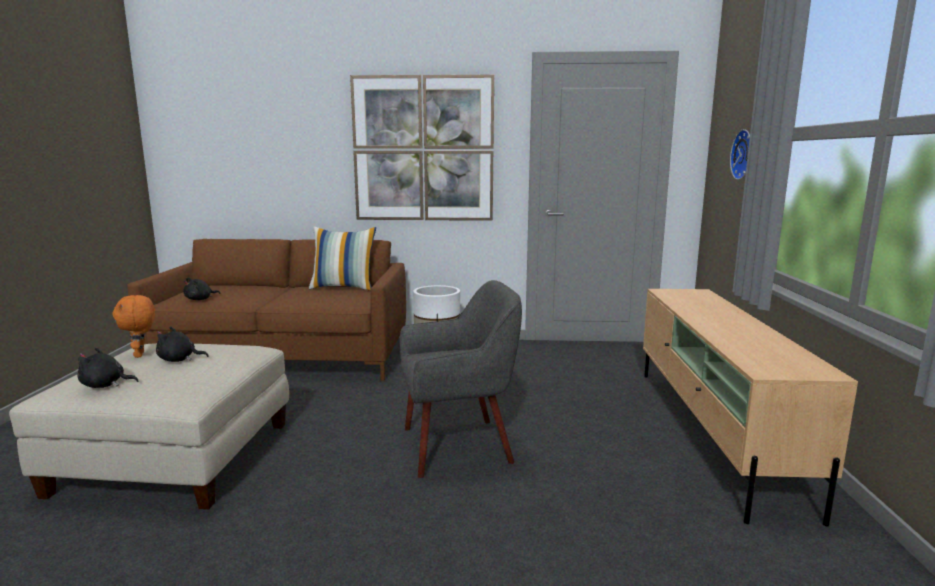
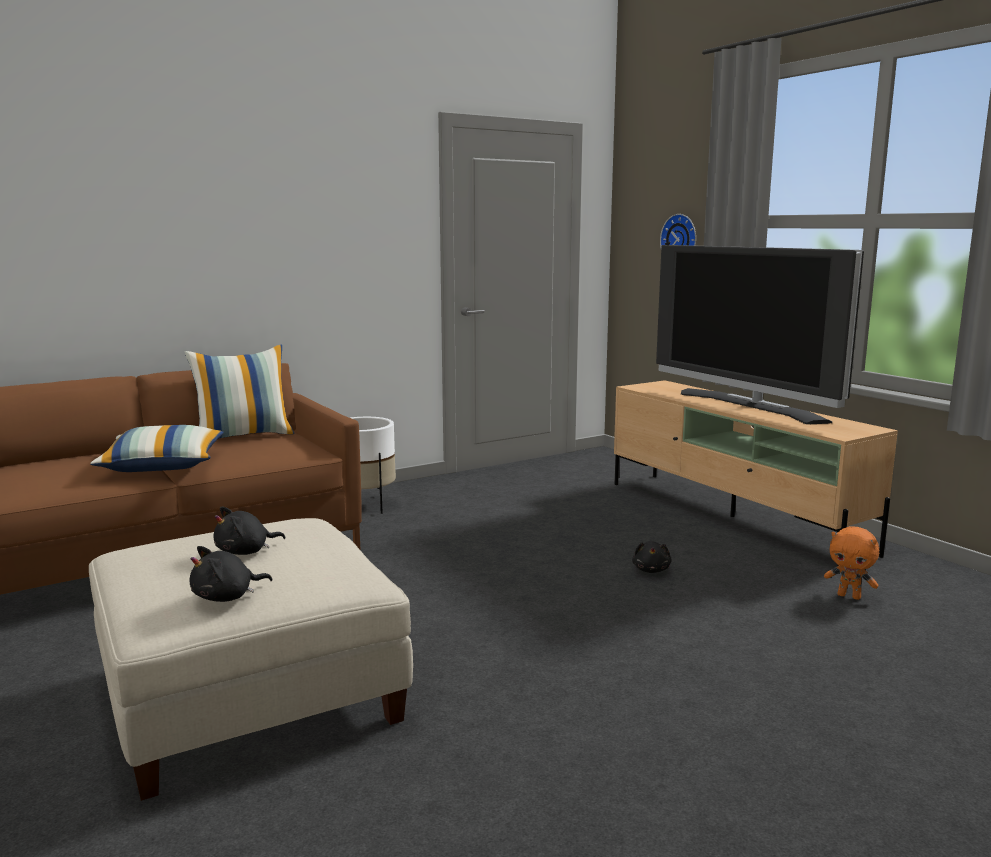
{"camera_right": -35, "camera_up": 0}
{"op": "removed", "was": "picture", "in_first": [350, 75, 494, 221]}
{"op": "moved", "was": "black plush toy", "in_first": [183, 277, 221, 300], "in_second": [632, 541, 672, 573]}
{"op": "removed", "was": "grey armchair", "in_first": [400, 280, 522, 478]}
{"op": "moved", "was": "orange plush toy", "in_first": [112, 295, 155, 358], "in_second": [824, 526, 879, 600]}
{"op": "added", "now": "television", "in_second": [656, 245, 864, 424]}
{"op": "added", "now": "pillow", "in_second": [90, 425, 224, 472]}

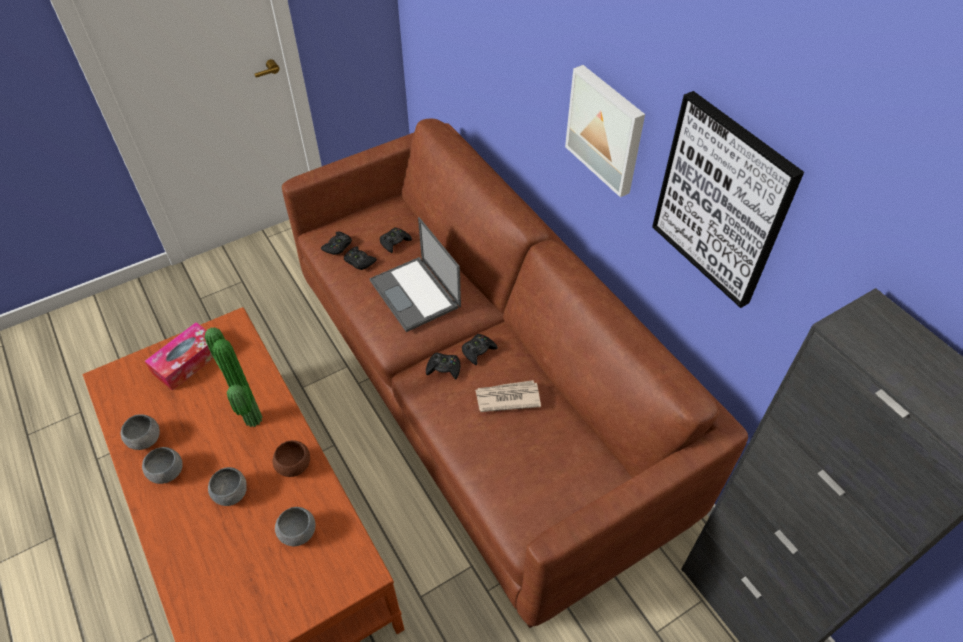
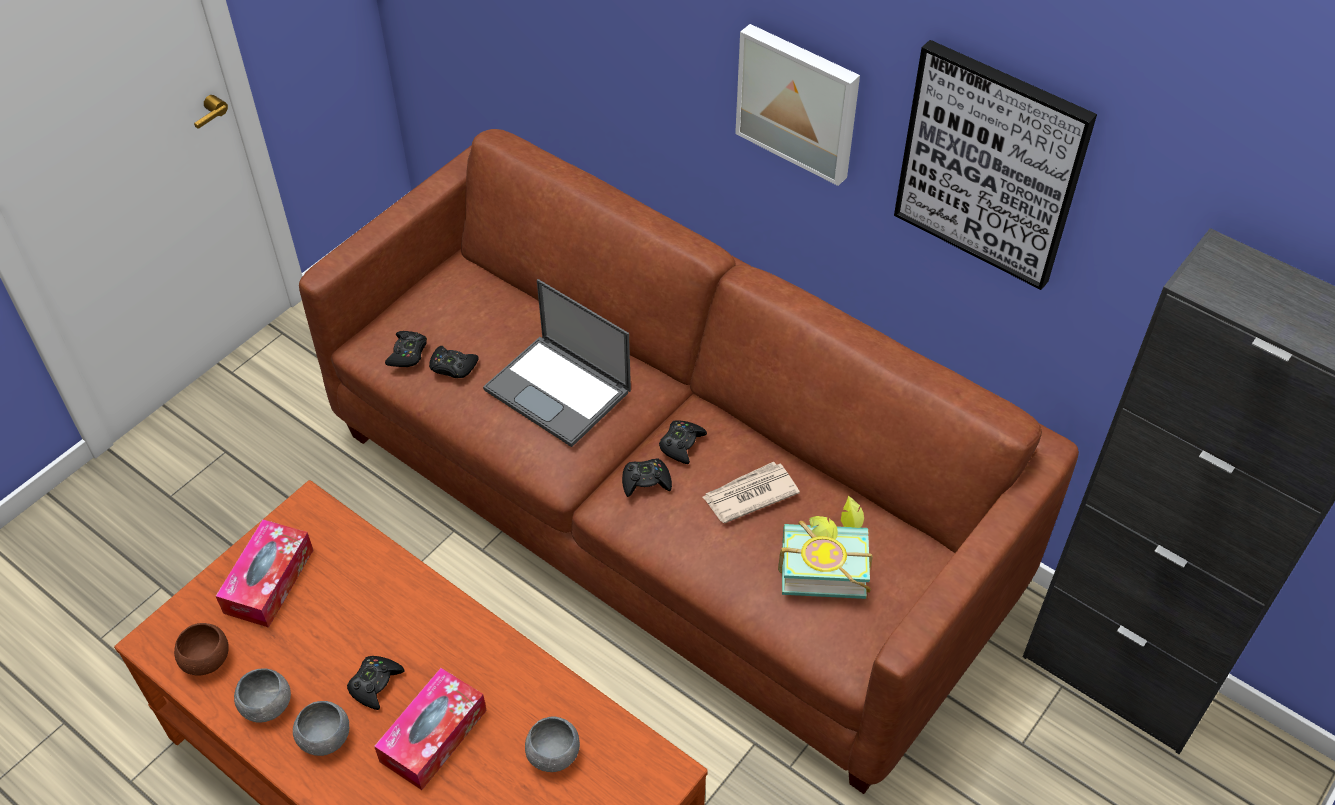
{"camera_right": -20, "camera_up": 0}
{"op": "moved", "was": "black game controller", "in_first": [380, 227, 412, 253], "in_second": [347, 656, 404, 710]}
{"op": "removed", "was": "potted plant", "in_first": [204, 327, 263, 427]}
{"op": "moved", "was": "brown bowl", "in_first": [273, 440, 310, 477], "in_second": [174, 623, 229, 676]}
{"op": "replaced", "was": "grey bowl", "now": "tissue box", "in_first": [208, 467, 247, 506], "in_second": [374, 668, 487, 790]}
{"op": "added", "now": "book", "in_second": [778, 496, 873, 599]}

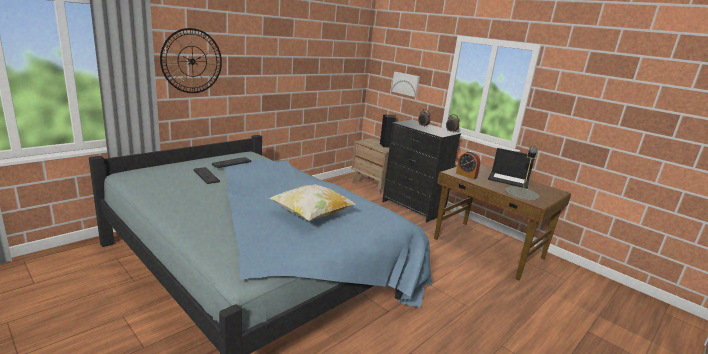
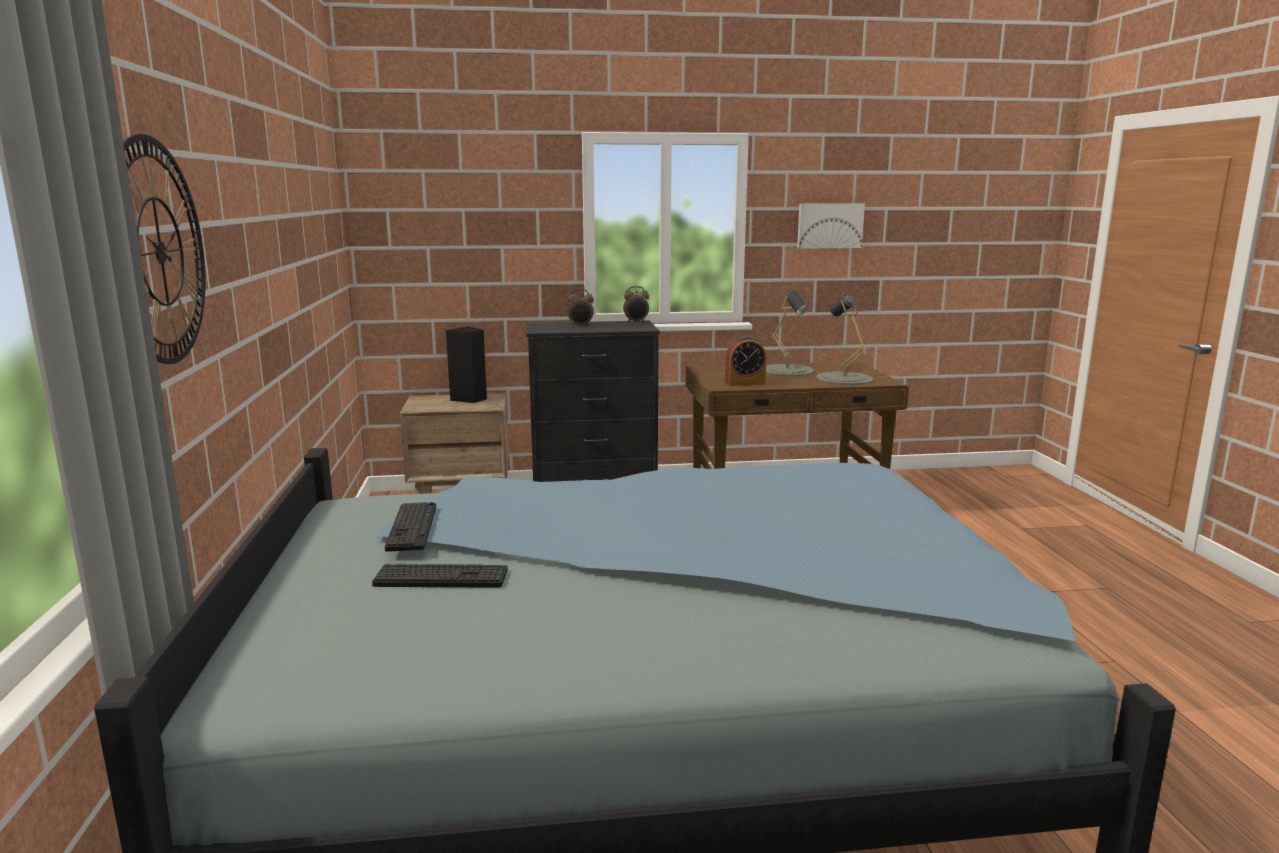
{"camera_right": -50, "camera_up": -5}
{"op": "moved", "was": "picture", "in_first": [392, 72, 420, 97], "in_second": [797, 204, 865, 249]}
{"op": "replaced", "was": "laptop", "now": "grey table lamp", "in_first": [488, 148, 535, 189], "in_second": [766, 291, 815, 376]}
{"op": "removed", "was": "pillow", "in_first": [269, 184, 356, 221]}

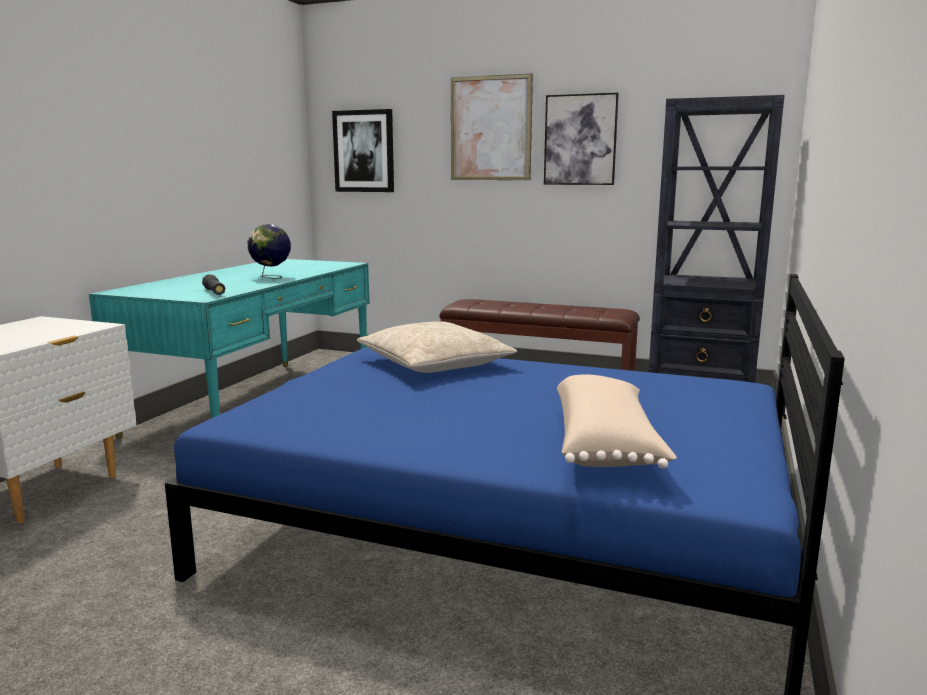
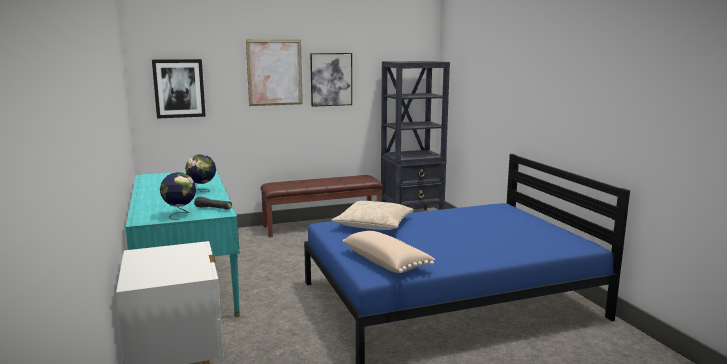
{"camera_right": -40, "camera_up": 0}
{"op": "moved", "was": "beige pillow", "in_first": [557, 374, 677, 469], "in_second": [343, 231, 435, 273]}
{"op": "added", "now": "globe", "in_second": [160, 172, 196, 219]}

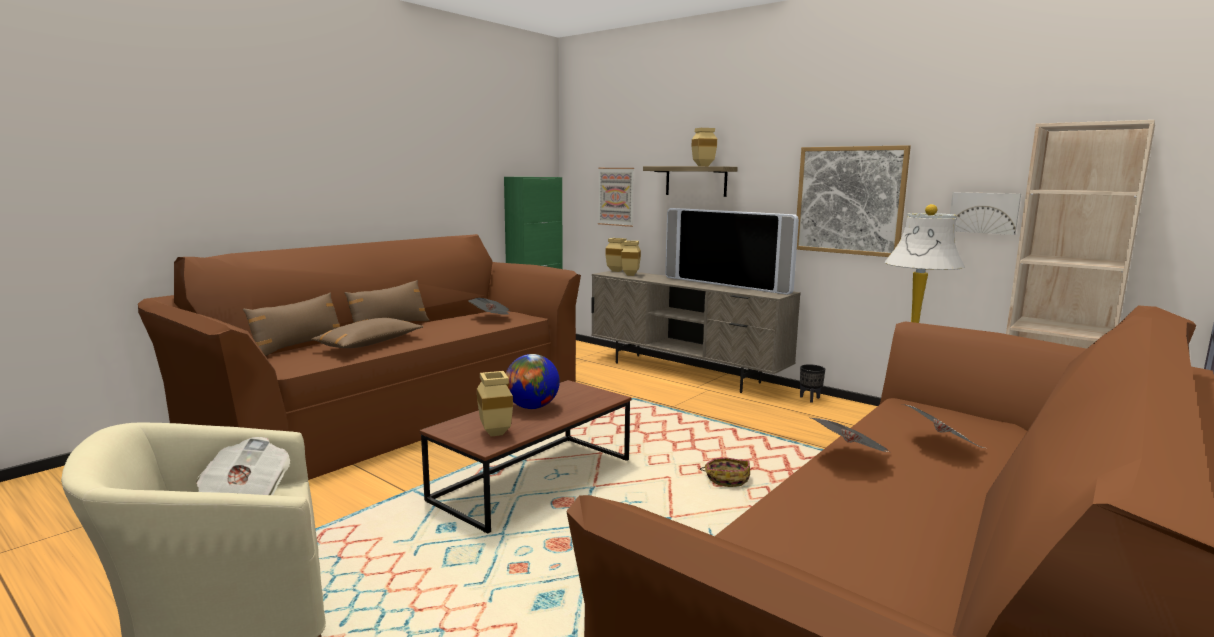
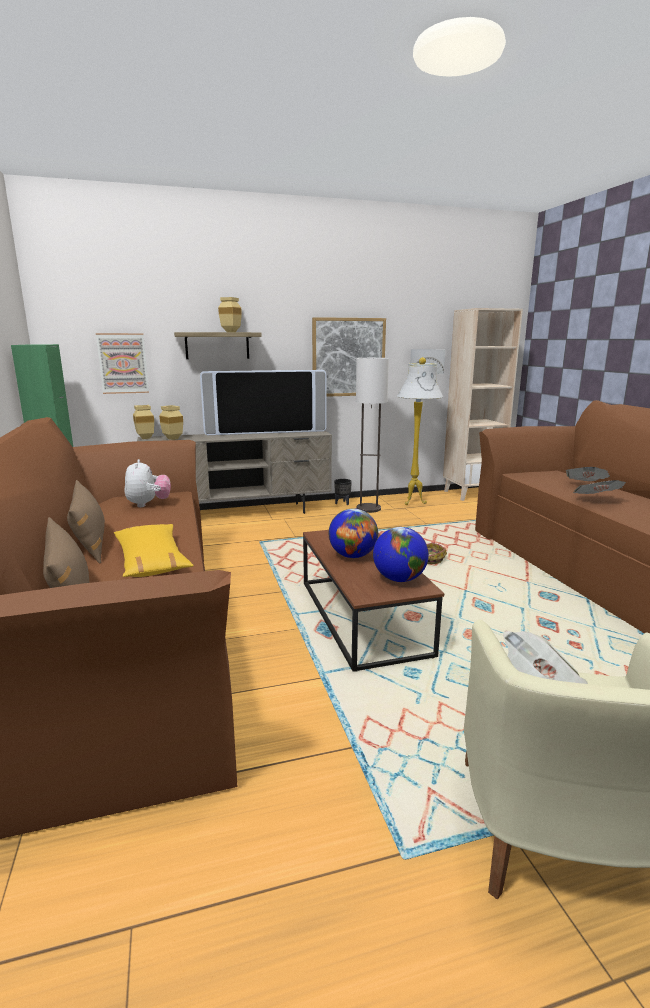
{"camera_right": -55, "camera_up": 5}
{"op": "replaced", "was": "newspaper", "now": "plush toy", "in_first": [468, 298, 510, 315], "in_second": [125, 459, 171, 507]}
{"op": "recoloured", "was": "brown pillow", "now": "yellow pillow", "in_first": [312, 318, 423, 348], "in_second": [114, 524, 193, 577]}
{"op": "replaced", "was": "beige vase", "now": "globe", "in_first": [477, 371, 513, 436], "in_second": [373, 527, 429, 582]}
{"op": "added", "now": "floor lamp", "in_second": [356, 358, 389, 513]}

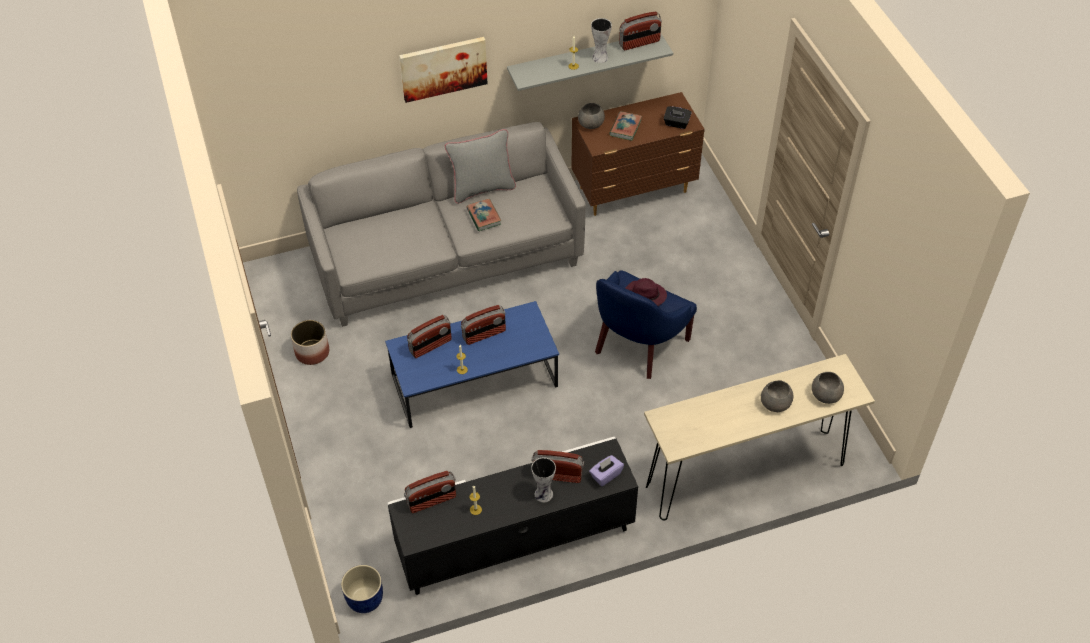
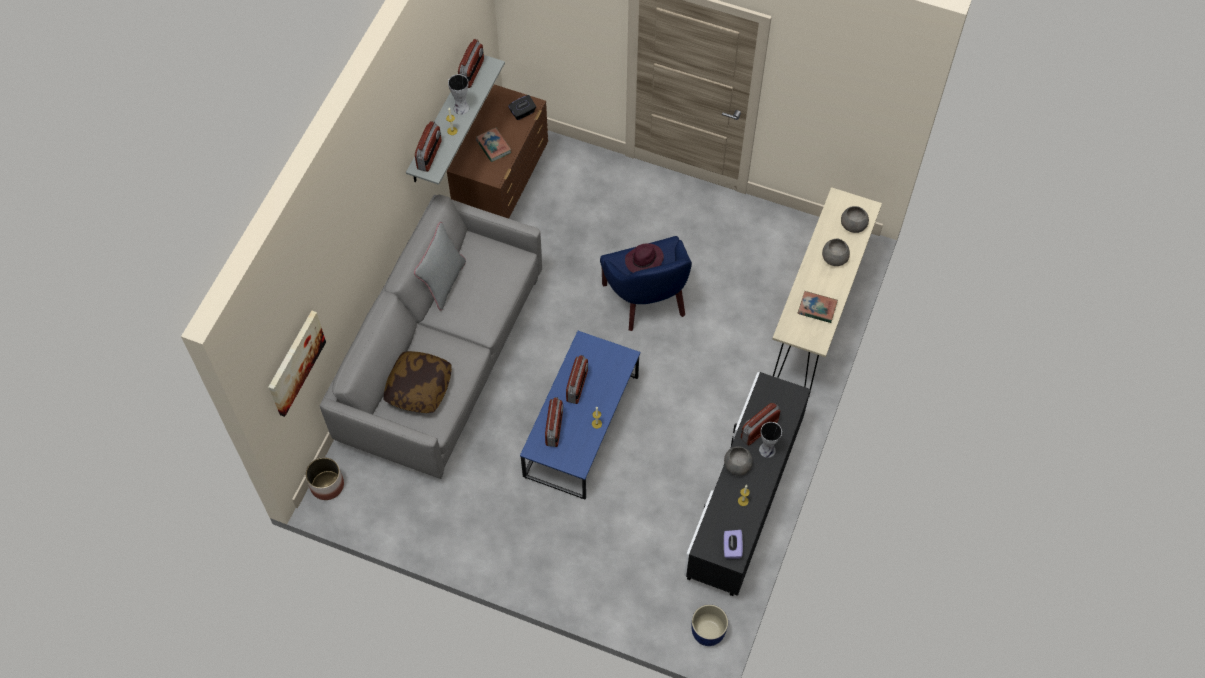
{"camera_right": -50, "camera_up": 10}
{"op": "moved", "was": "picture", "in_first": [399, 37, 488, 103], "in_second": [268, 311, 326, 417]}
{"op": "moved", "was": "grey bowl", "in_first": [578, 103, 605, 129], "in_second": [724, 446, 753, 476]}
{"op": "moved", "was": "book", "in_first": [466, 199, 501, 231], "in_second": [798, 291, 838, 323]}
{"op": "moved", "was": "planter", "in_first": [291, 320, 329, 365], "in_second": [305, 457, 344, 500]}
{"op": "moved", "was": "purple tissue box", "in_first": [589, 455, 624, 486], "in_second": [724, 530, 743, 559]}
{"op": "moved", "was": "radio", "in_first": [404, 471, 456, 513], "in_second": [415, 121, 442, 172]}
{"op": "added", "now": "pillow", "in_second": [384, 351, 452, 413]}

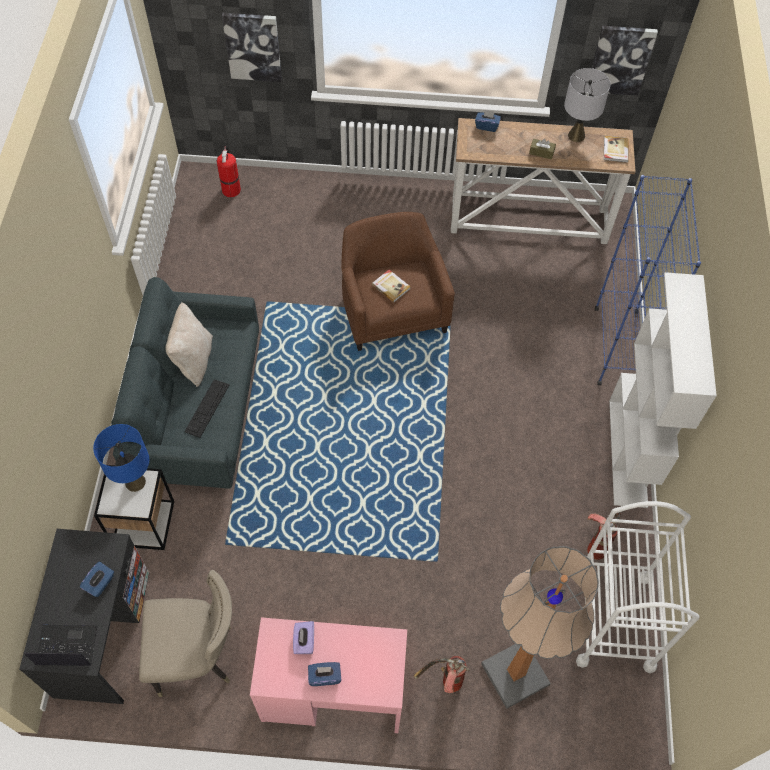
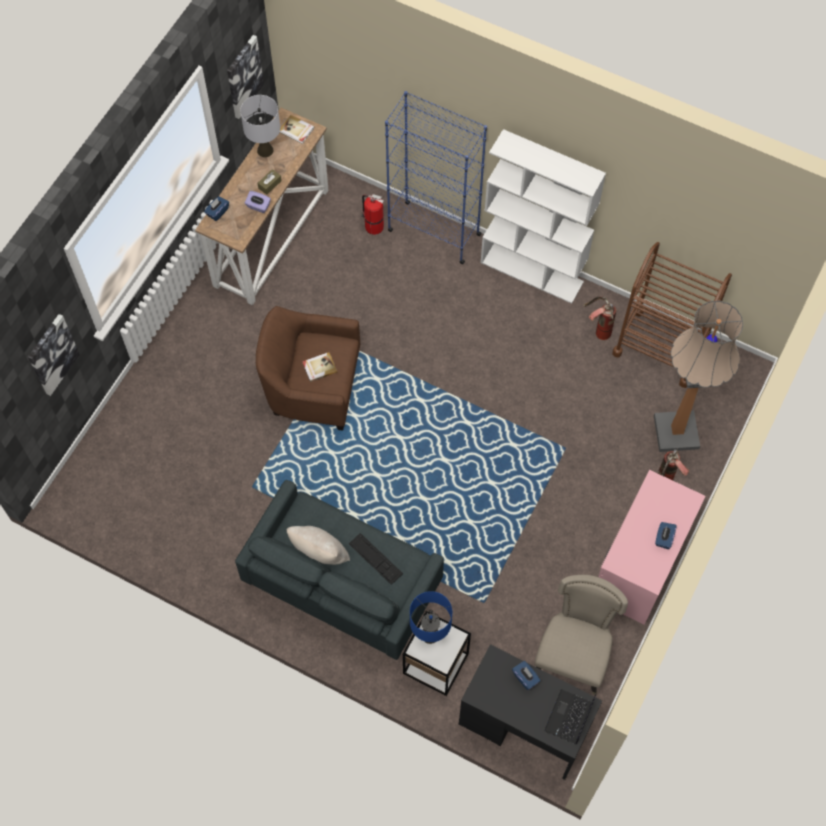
{"camera_right": -65, "camera_up": 5}
{"op": "moved", "was": "fire extinguisher", "in_first": [217, 146, 241, 197], "in_second": [362, 194, 384, 235]}
{"op": "recoloured", "was": "white cart", "now": "brown cart", "in_first": [576, 501, 700, 673], "in_second": [612, 242, 732, 388]}
{"op": "moved", "was": "purple tissue box", "in_first": [293, 621, 314, 654], "in_second": [245, 191, 271, 213]}

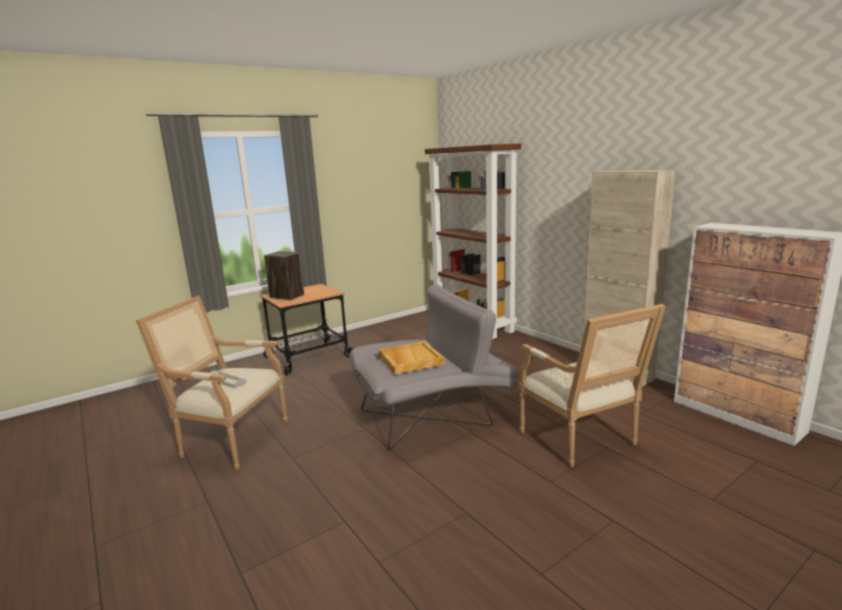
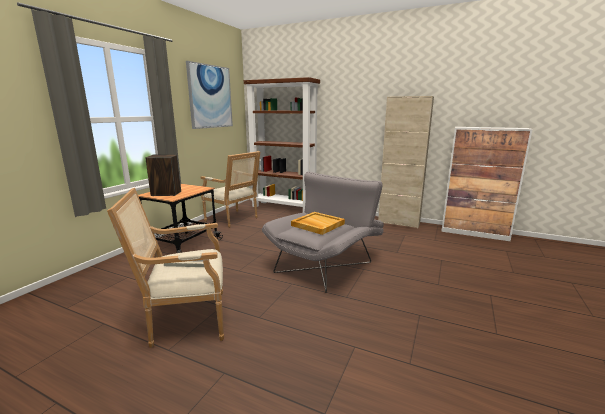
{"camera_right": -30, "camera_up": 0}
{"op": "moved", "was": "armchair", "in_first": [519, 304, 666, 467], "in_second": [200, 151, 260, 228]}
{"op": "added", "now": "picture", "in_second": [186, 61, 233, 129]}

